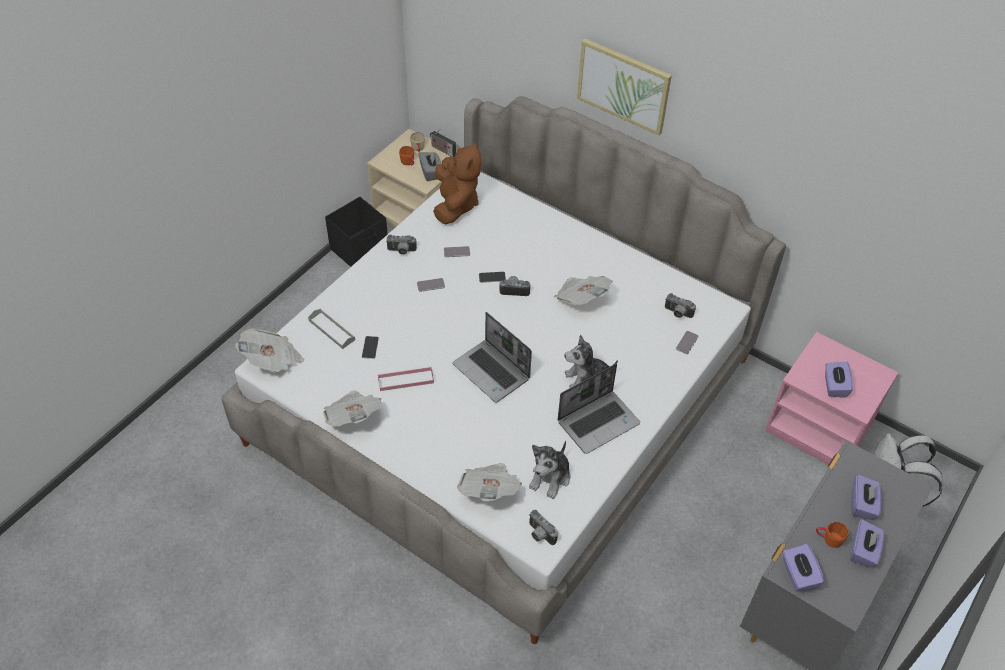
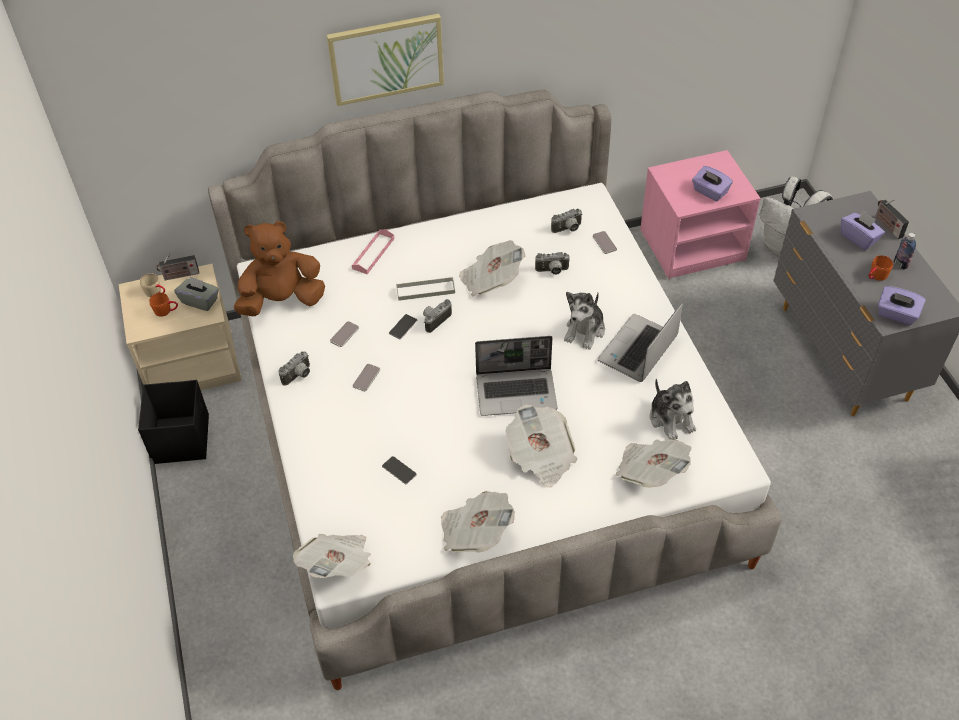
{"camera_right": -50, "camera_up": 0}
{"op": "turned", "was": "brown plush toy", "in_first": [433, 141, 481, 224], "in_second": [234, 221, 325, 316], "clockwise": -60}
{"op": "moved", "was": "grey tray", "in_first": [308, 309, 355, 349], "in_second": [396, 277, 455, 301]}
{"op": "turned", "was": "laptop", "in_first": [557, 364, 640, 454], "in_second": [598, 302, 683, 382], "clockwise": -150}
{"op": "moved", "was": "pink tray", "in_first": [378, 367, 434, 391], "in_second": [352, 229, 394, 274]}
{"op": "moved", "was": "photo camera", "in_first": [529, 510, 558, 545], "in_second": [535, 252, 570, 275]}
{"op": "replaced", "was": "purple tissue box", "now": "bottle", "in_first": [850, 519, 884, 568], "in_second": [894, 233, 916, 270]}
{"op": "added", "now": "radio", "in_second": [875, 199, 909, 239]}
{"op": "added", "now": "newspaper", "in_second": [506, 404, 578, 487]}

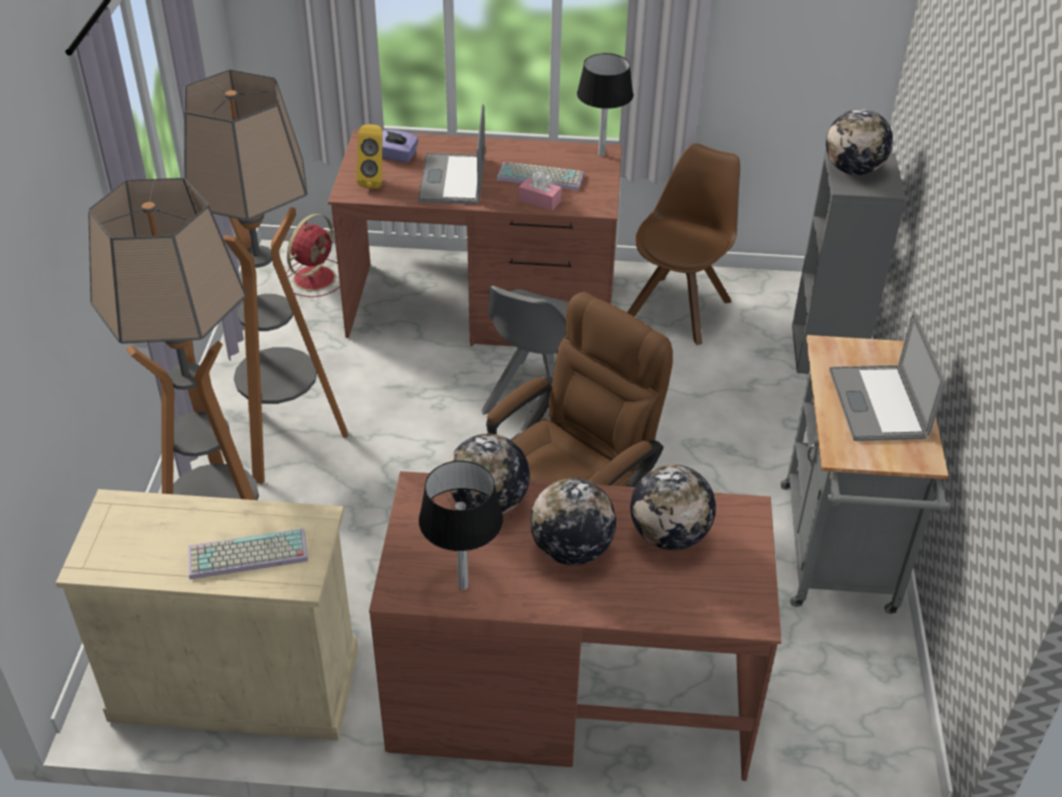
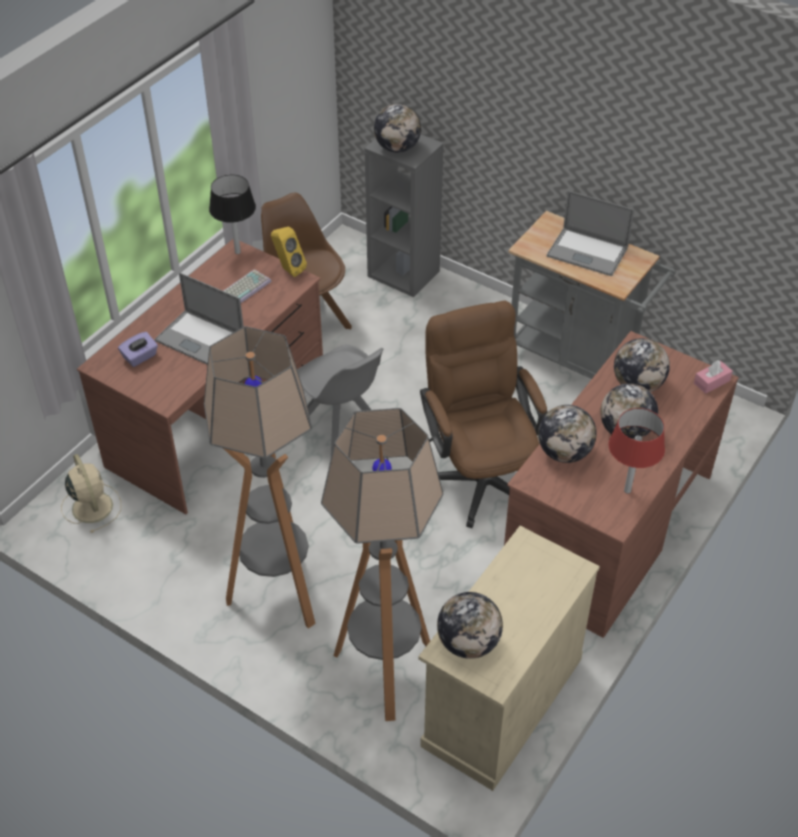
{"camera_right": -60, "camera_up": 5}
{"op": "moved", "was": "yellow speaker", "in_first": [356, 125, 383, 189], "in_second": [271, 227, 307, 277]}
{"op": "moved", "was": "pink tissue box", "in_first": [519, 172, 562, 211], "in_second": [694, 360, 733, 394]}
{"op": "recoloured", "was": "red fan", "now": "beige fan", "in_first": [282, 214, 340, 297], "in_second": [61, 454, 121, 533]}
{"op": "recoloured", "was": "black table lamp", "now": "red table lamp", "in_first": [419, 461, 503, 590], "in_second": [608, 408, 665, 493]}
{"op": "removed", "was": "keyboard", "in_first": [188, 528, 308, 579]}
{"op": "added", "now": "globe", "in_second": [437, 592, 503, 659]}

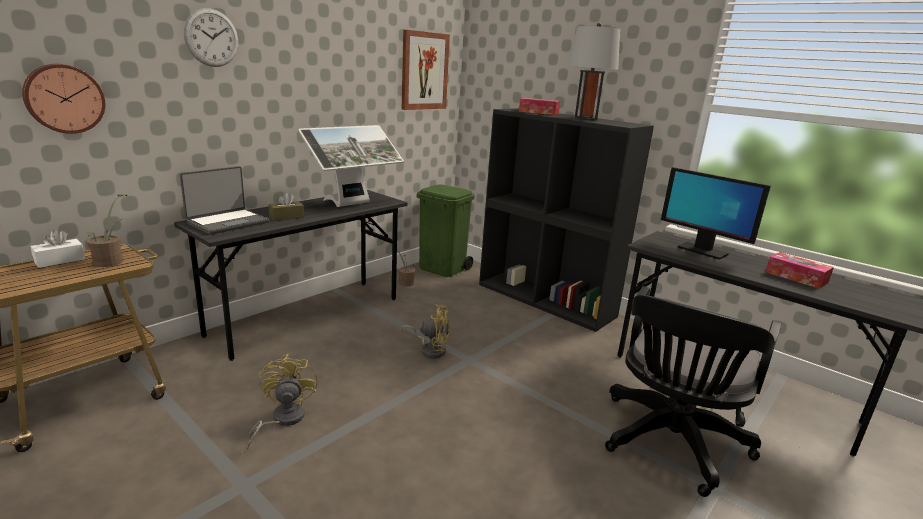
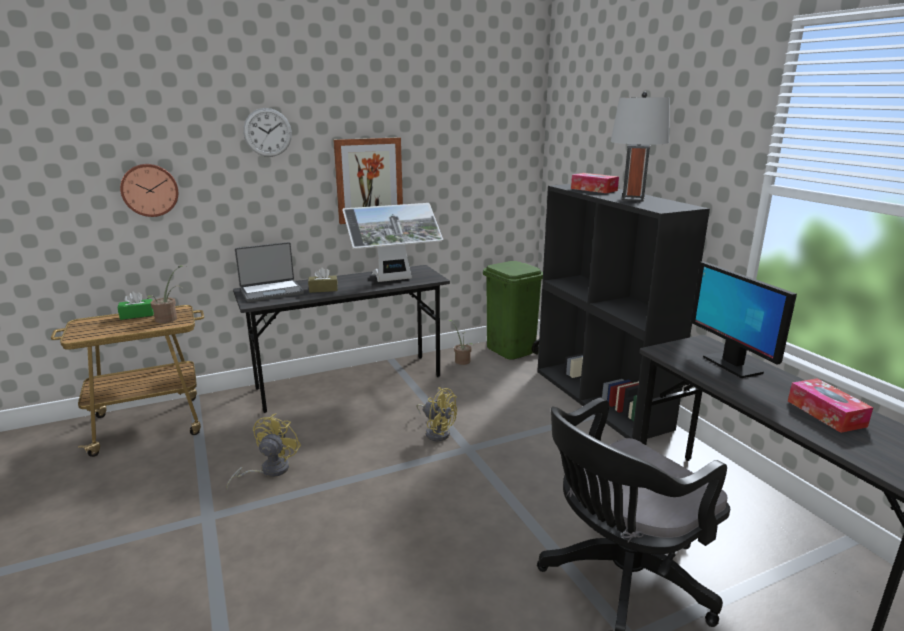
{"camera_right": 25, "camera_up": 0}
{"op": "moved", "was": "picture", "in_first": [402, 30, 450, 110], "in_second": [334, 137, 403, 224]}
{"op": "recoloured", "was": "white tissue box", "now": "green tissue box", "in_first": [30, 230, 85, 268], "in_second": [117, 291, 154, 320]}

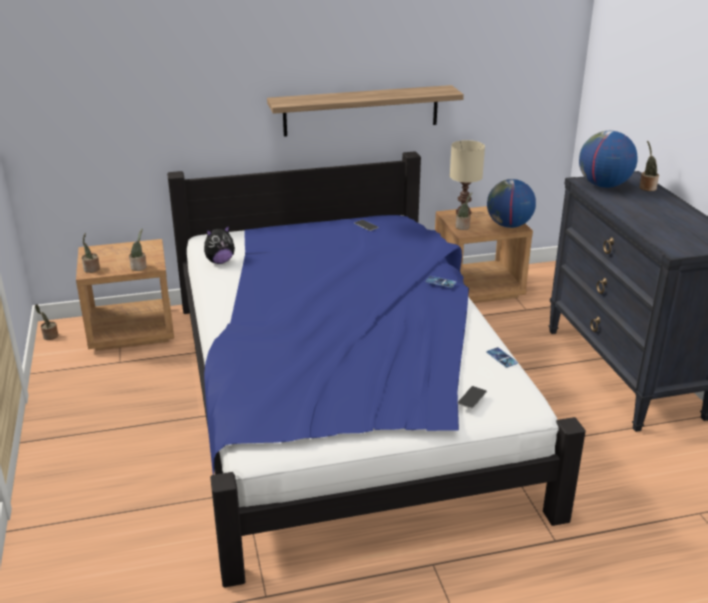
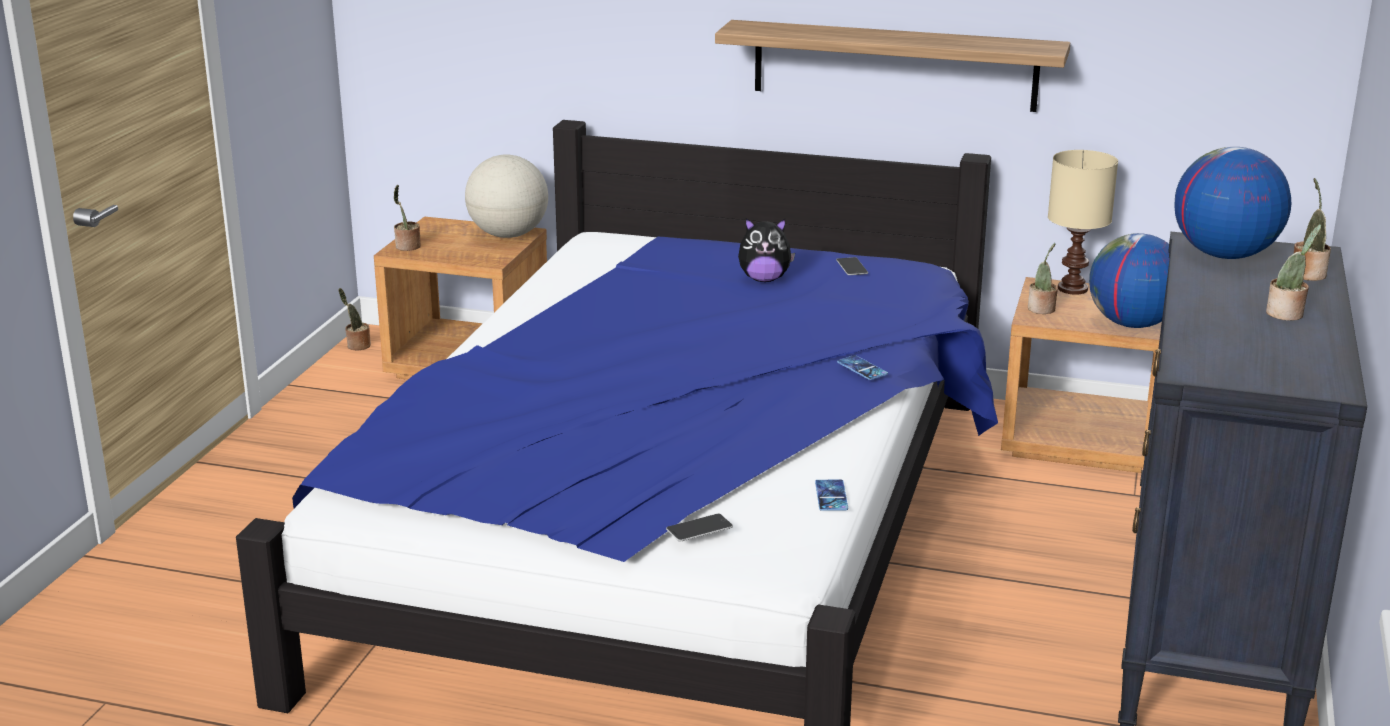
{"camera_right": 30, "camera_up": -5}
{"op": "moved", "was": "plush toy", "in_first": [204, 225, 235, 264], "in_second": [738, 218, 795, 282]}
{"op": "moved", "was": "potted plant", "in_first": [129, 229, 147, 271], "in_second": [1266, 224, 1321, 321]}
{"op": "added", "now": "globe", "in_second": [465, 154, 548, 238]}

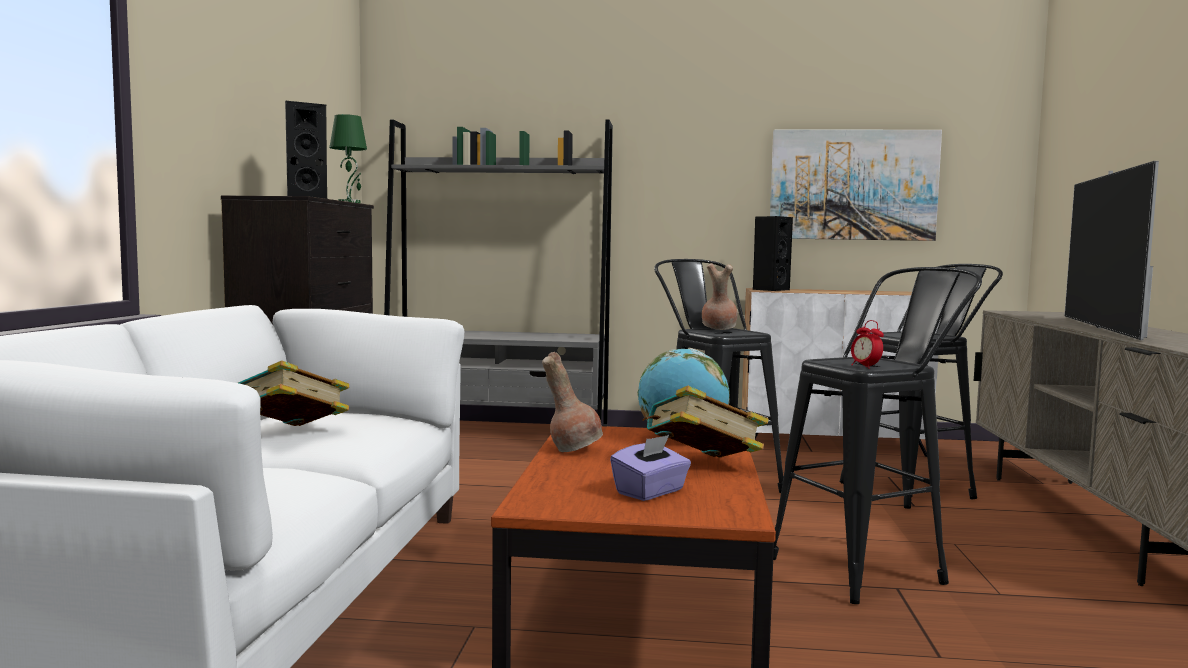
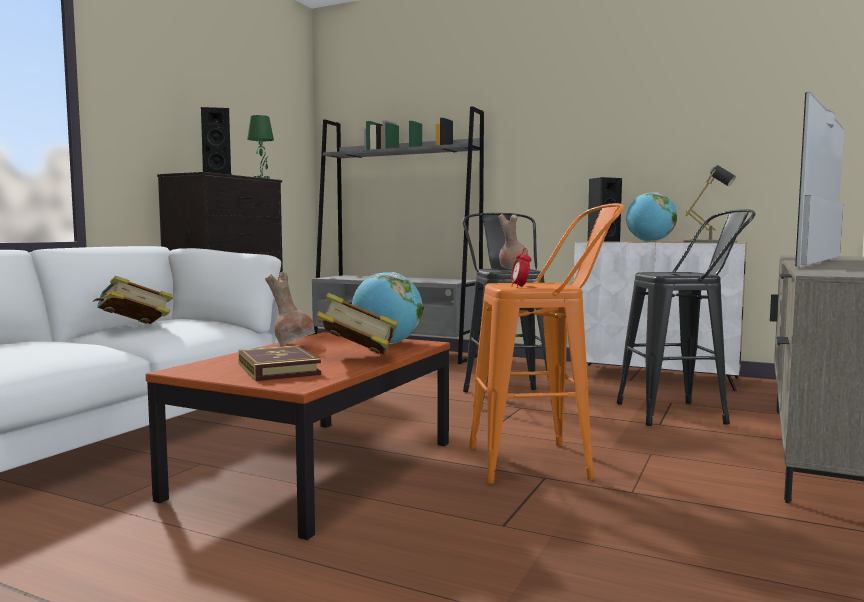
{"camera_right": 20, "camera_up": 0}
{"op": "removed", "was": "picture", "in_first": [770, 130, 942, 241]}
{"op": "recoloured", "was": "black stool", "now": "orange stool", "in_first": [773, 267, 982, 604], "in_second": [469, 203, 624, 484]}
{"op": "replaced", "was": "purple tissue box", "now": "book", "in_first": [610, 435, 691, 501], "in_second": [238, 345, 321, 381]}
{"op": "added", "now": "grey table lamp", "in_second": [684, 165, 737, 243]}
{"op": "added", "now": "globe", "in_second": [626, 192, 677, 242]}

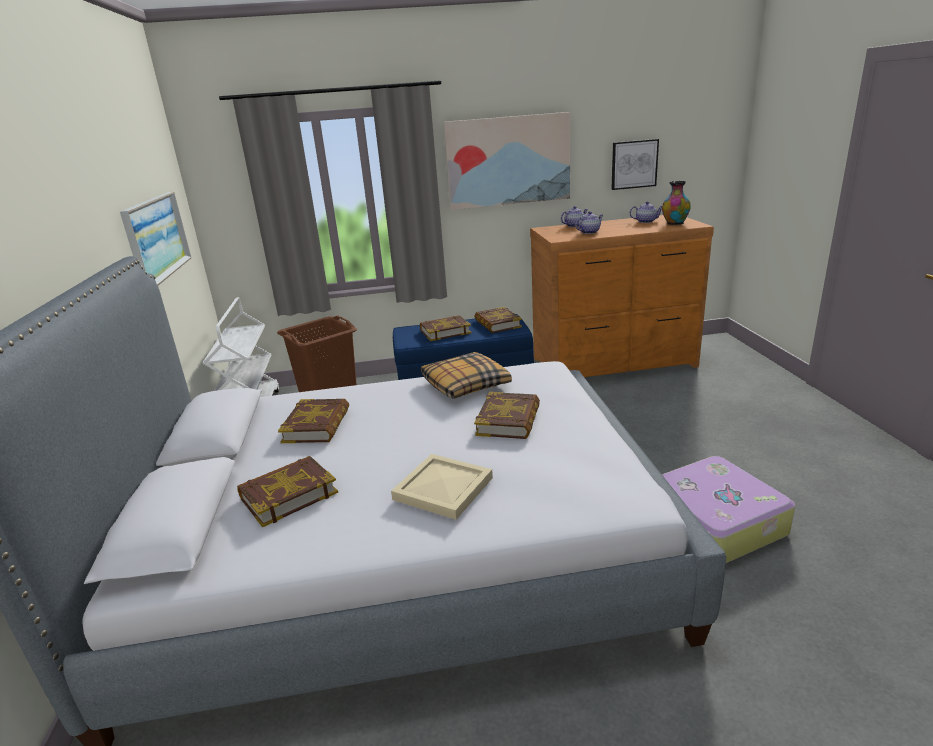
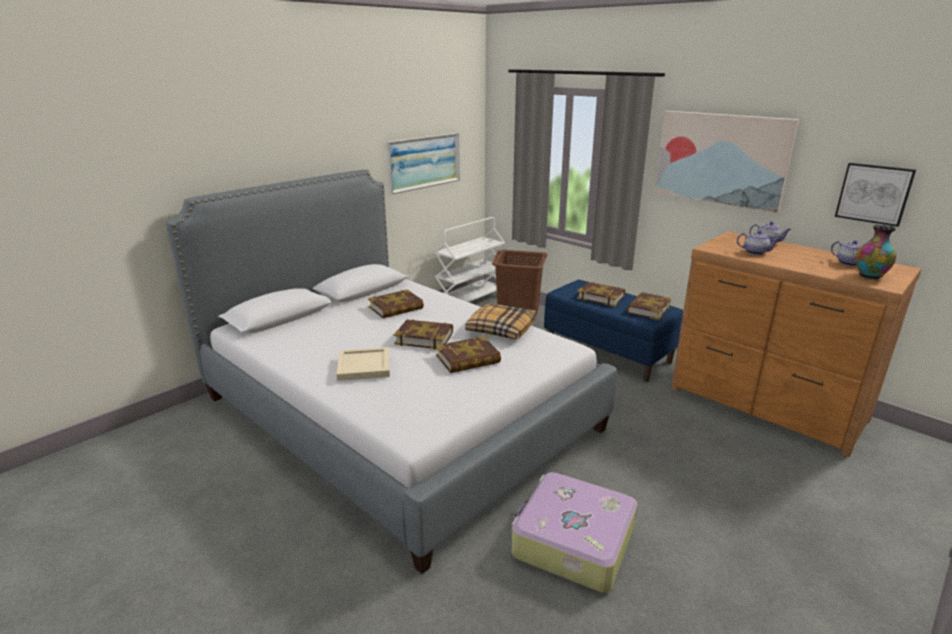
{"camera_right": 50, "camera_up": 0}
{"op": "moved", "was": "book", "in_first": [237, 456, 338, 527], "in_second": [394, 320, 453, 350]}

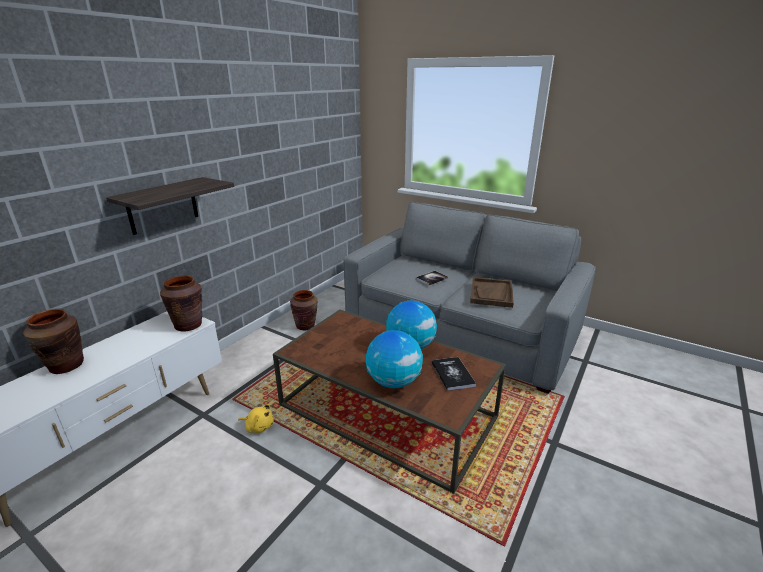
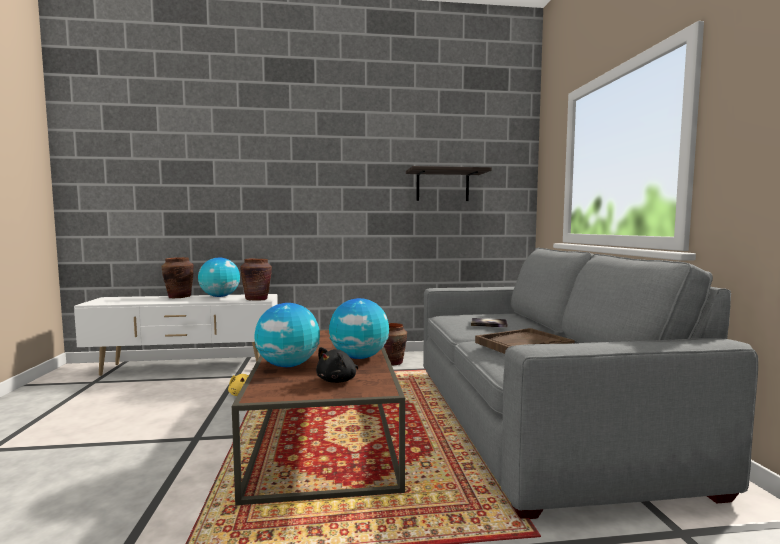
{"camera_right": 50, "camera_up": -20}
{"op": "moved", "was": "shelf", "in_first": [106, 177, 234, 235], "in_second": [406, 166, 492, 201]}
{"op": "replaced", "was": "book", "now": "black plush toy", "in_first": [431, 357, 476, 391], "in_second": [316, 347, 358, 383]}
{"op": "added", "now": "globe", "in_second": [198, 258, 240, 297]}

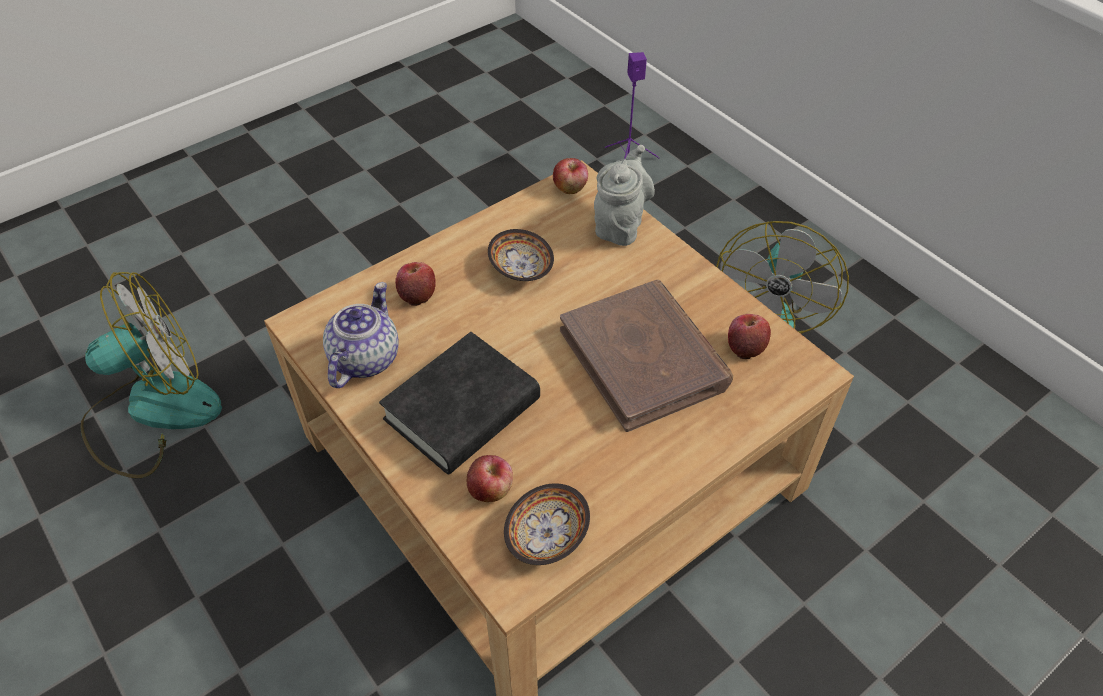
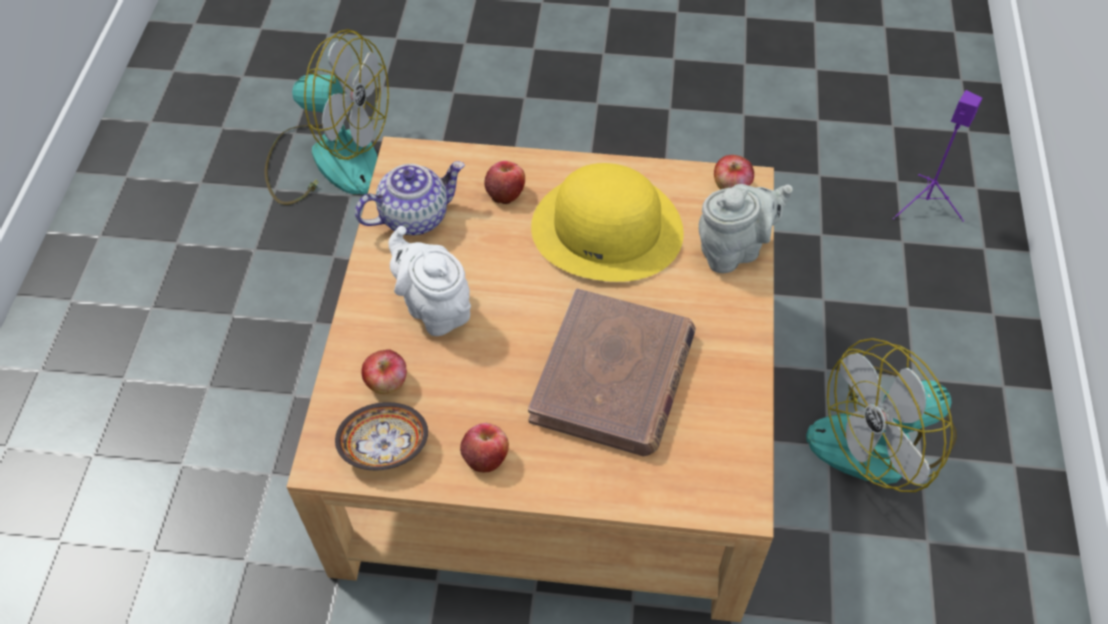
{"camera_right": 45, "camera_up": 5}
{"op": "replaced", "was": "bowl", "now": "yellow hat", "in_first": [488, 229, 554, 281], "in_second": [531, 163, 684, 282]}
{"op": "moved", "was": "apple", "in_first": [728, 314, 771, 359], "in_second": [460, 423, 509, 473]}
{"op": "replaced", "was": "black book", "now": "white teapot", "in_first": [379, 332, 540, 475], "in_second": [388, 226, 471, 336]}

